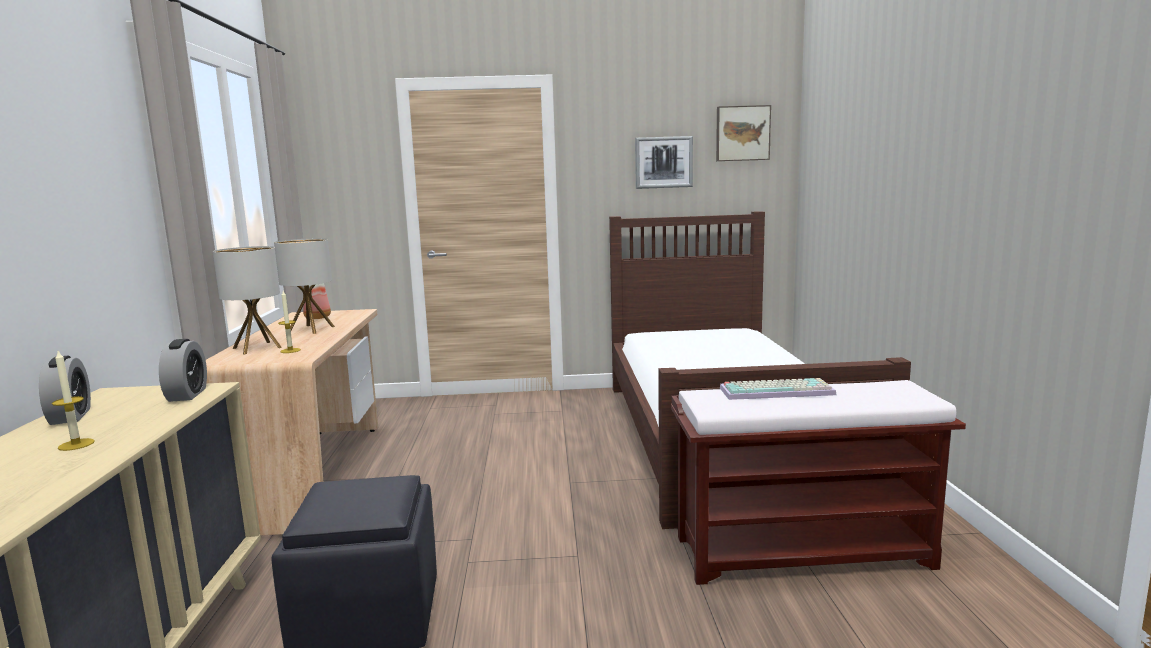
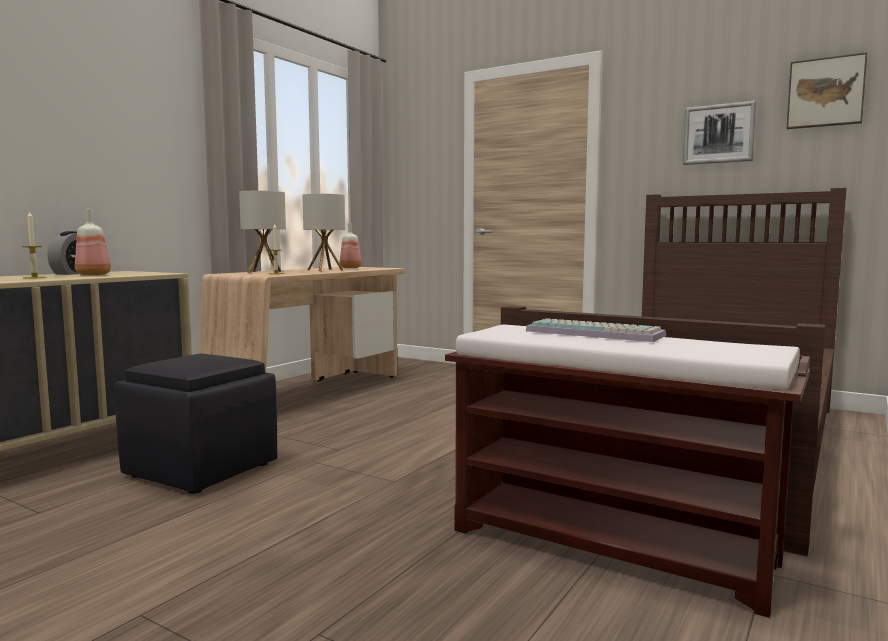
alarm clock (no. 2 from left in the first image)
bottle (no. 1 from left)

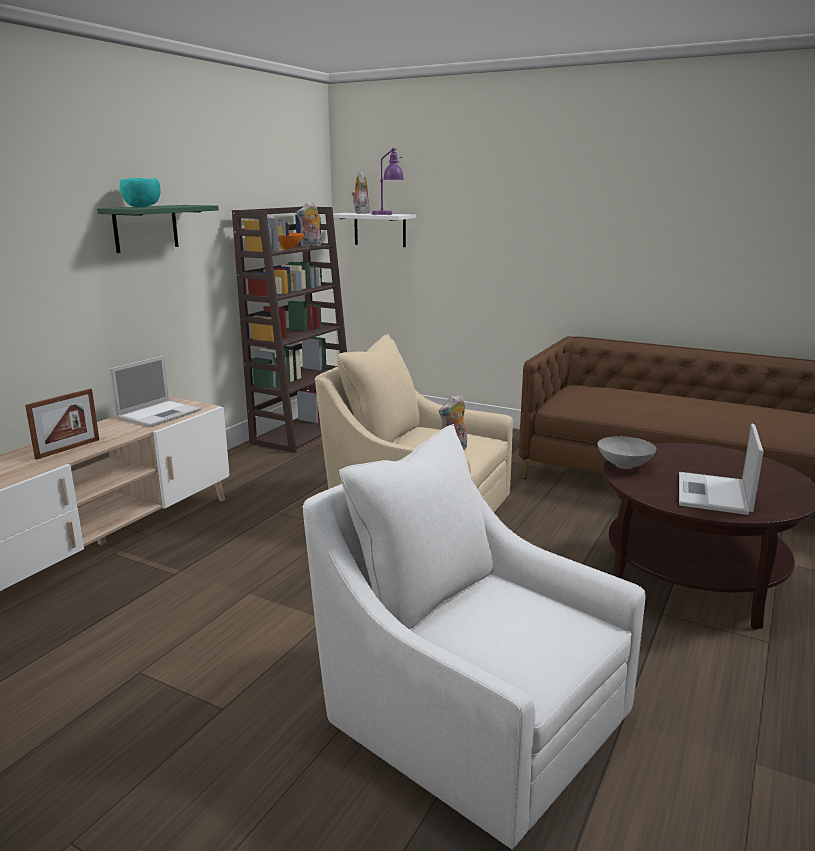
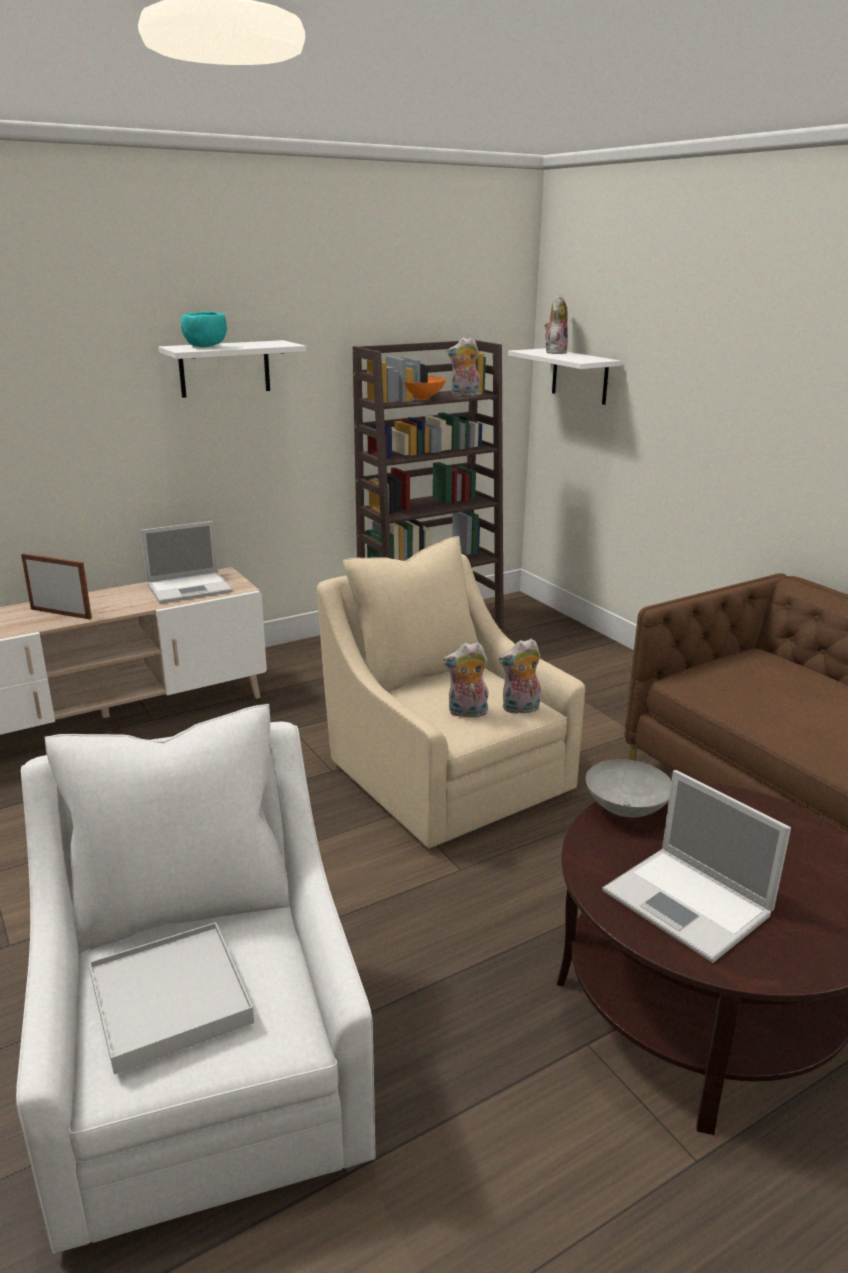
picture frame
shelf in white (no. 1 from left)
table lamp in purple
laptop (no. 2 from left)
tray in white
plush toy (no. 3 from left)

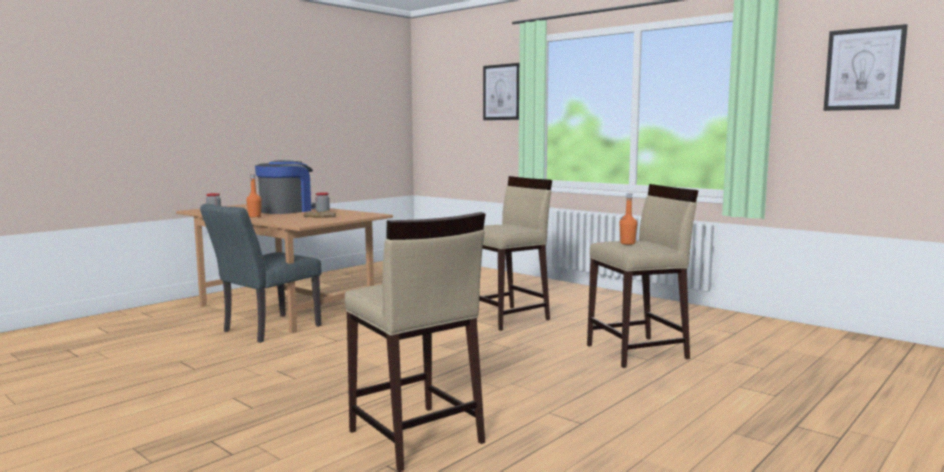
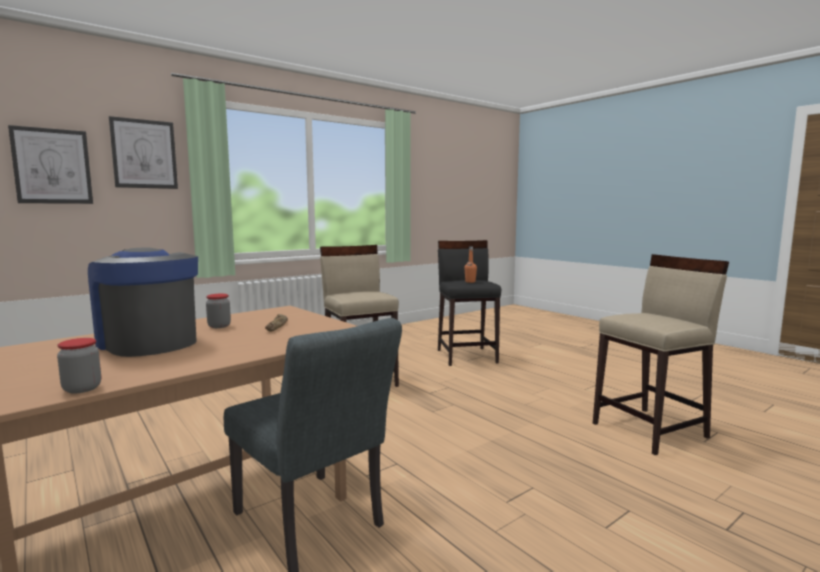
bottle in orange (no. 1 from left in the first image)
stool in black
picture (no. 1 from left)

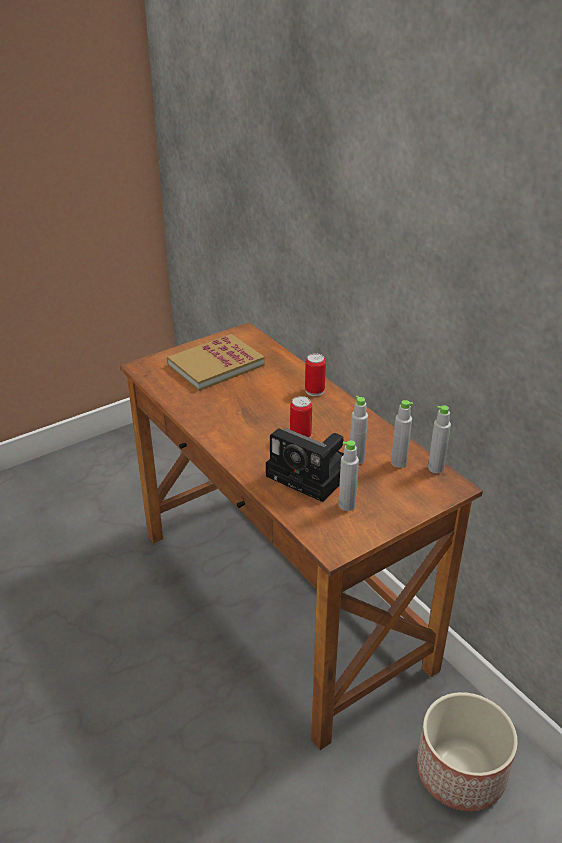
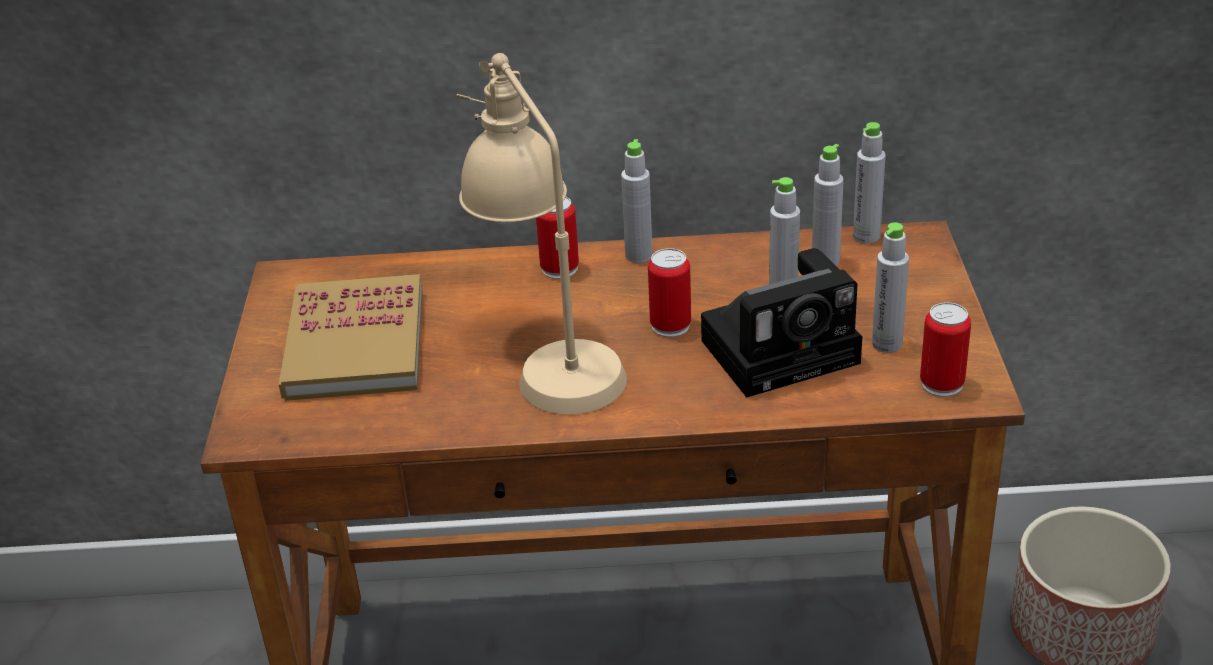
table lamp in beige
bottle in grey (no. 1 from left)
can (no. 3 from left)

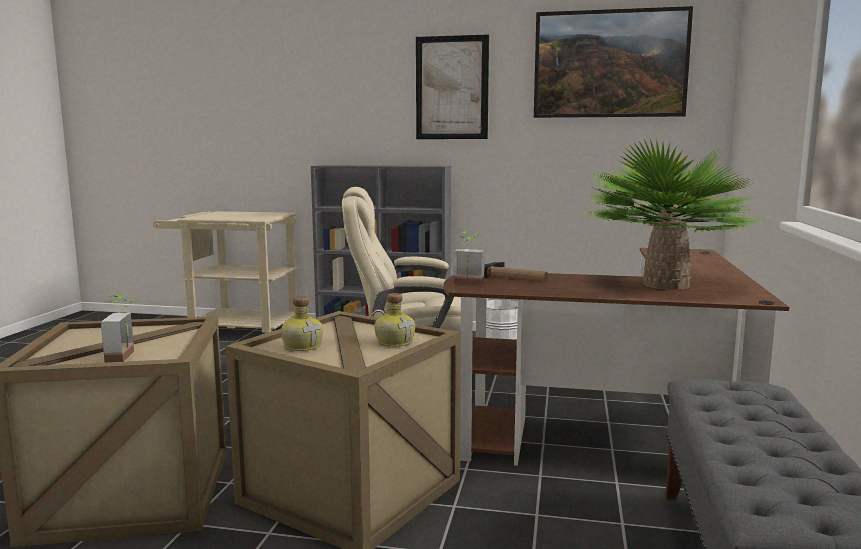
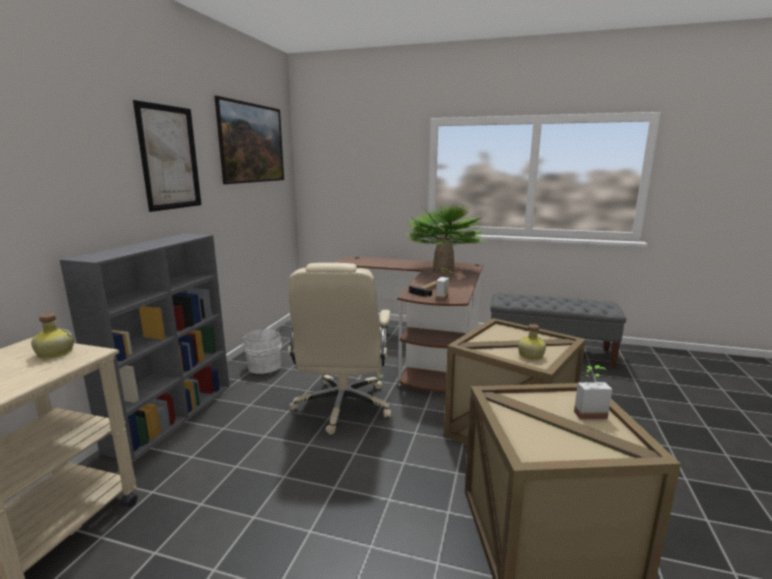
bottle (no. 1 from left)

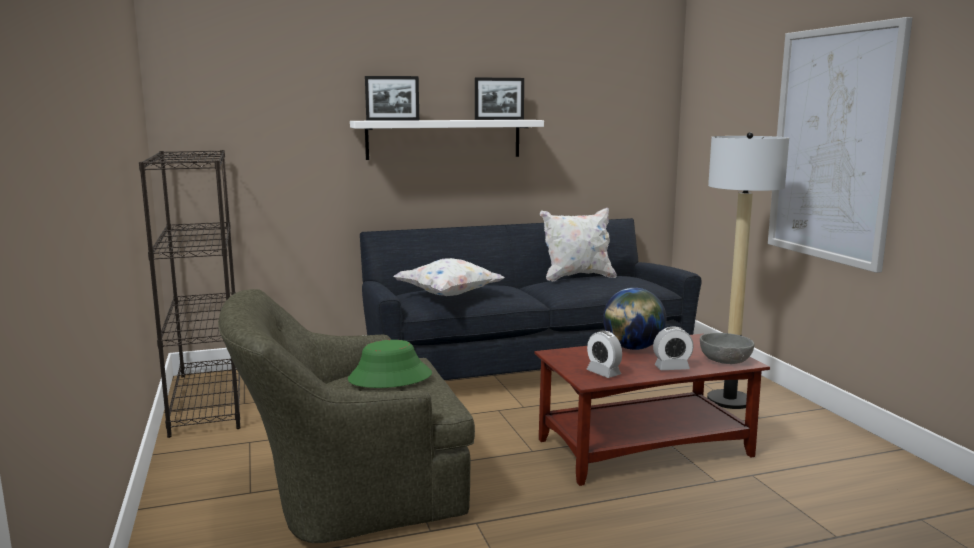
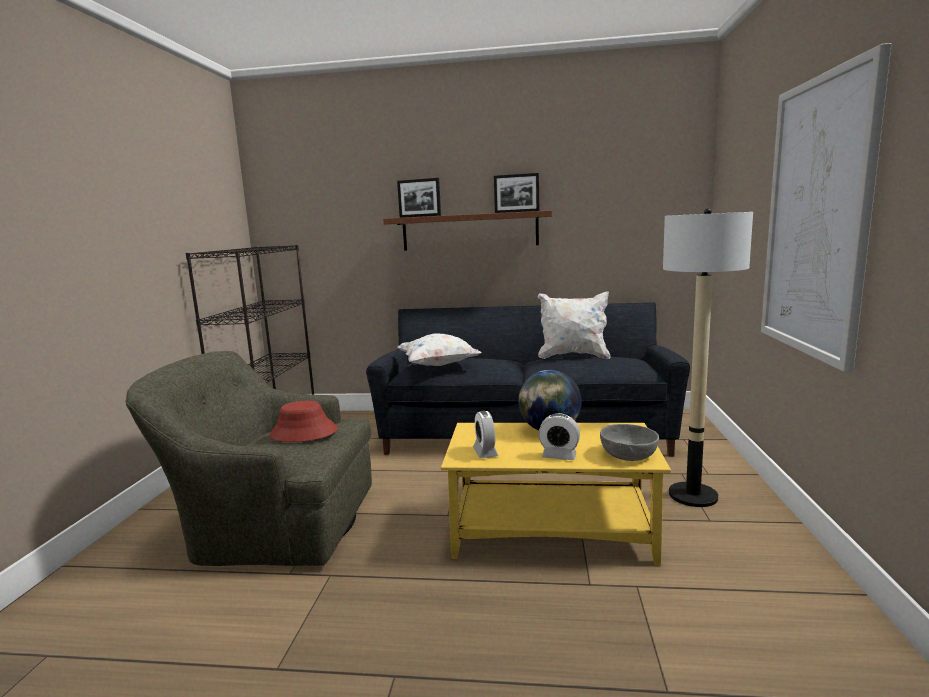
hat in red
shelf in brown
coffee table in yellow

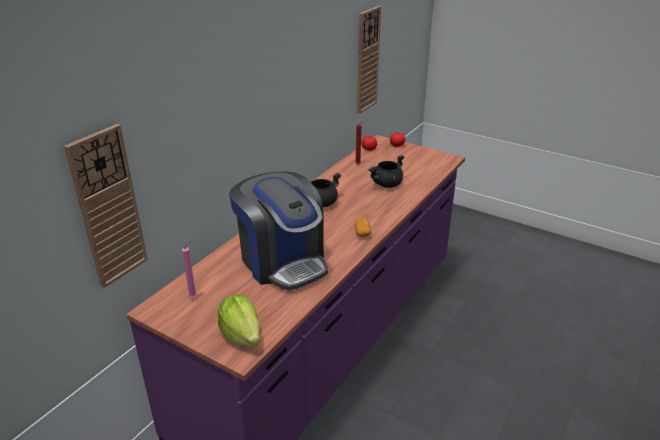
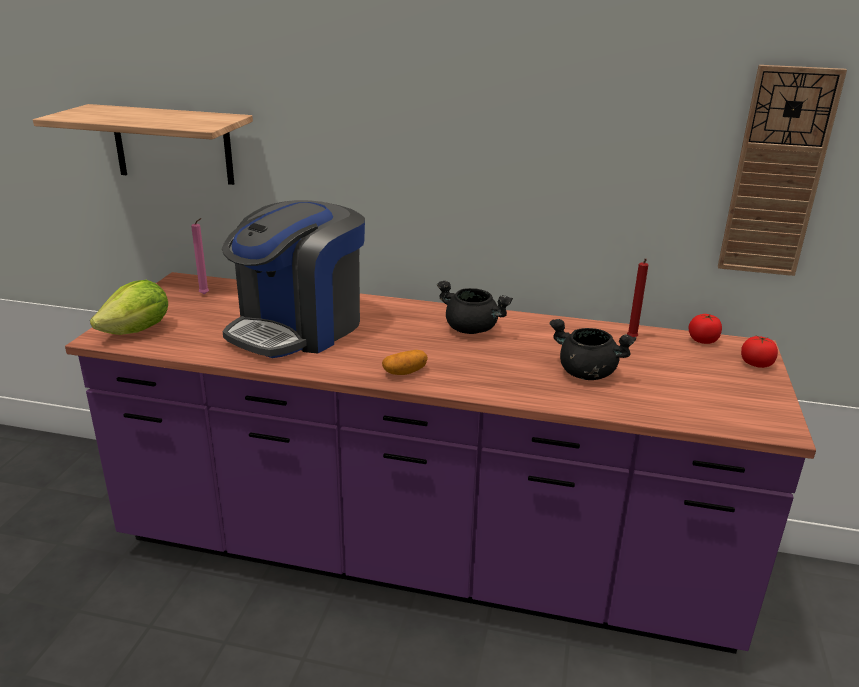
shelf

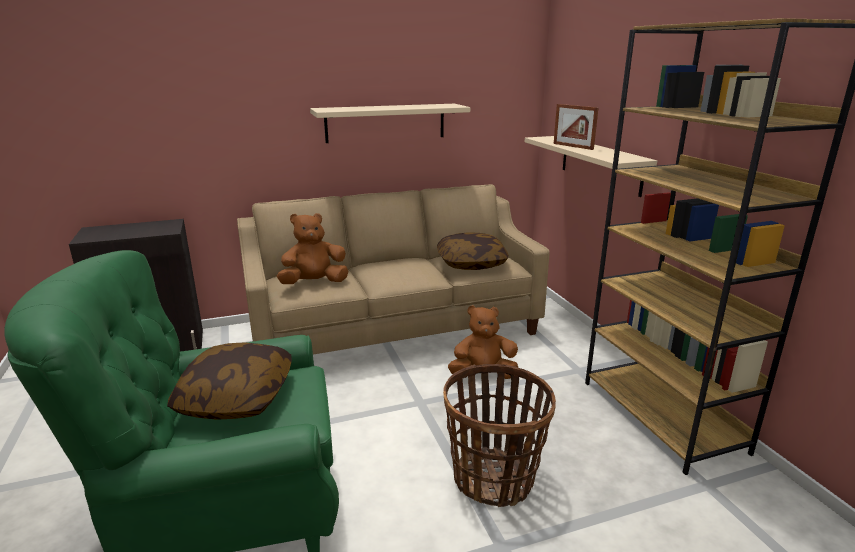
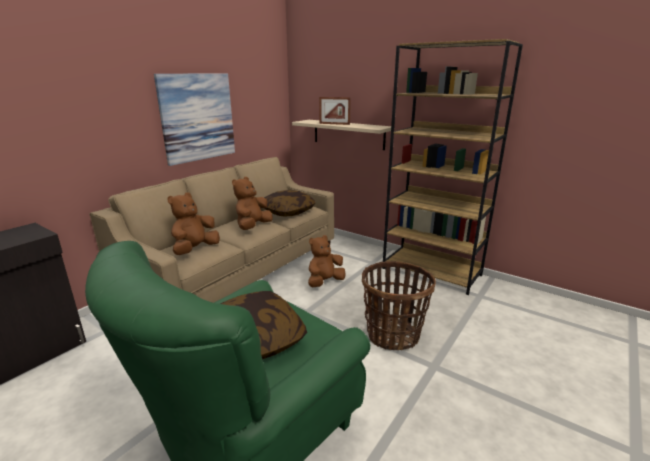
picture
plush toy in brown (no. 2 from left)

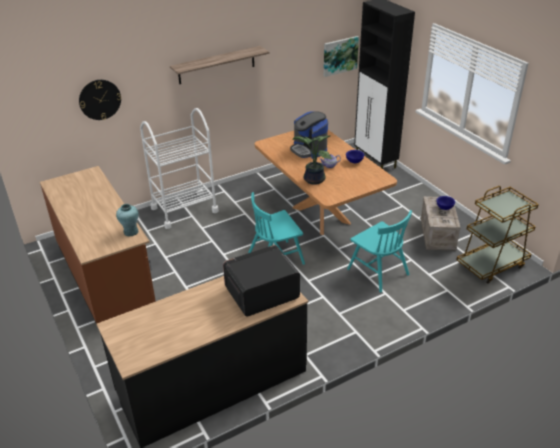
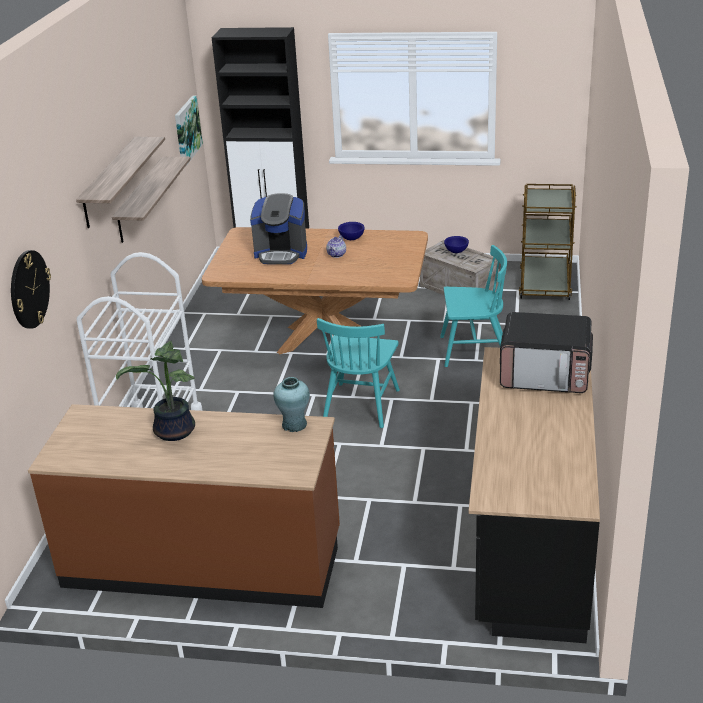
microwave
potted plant
shelf (no. 2 from left)

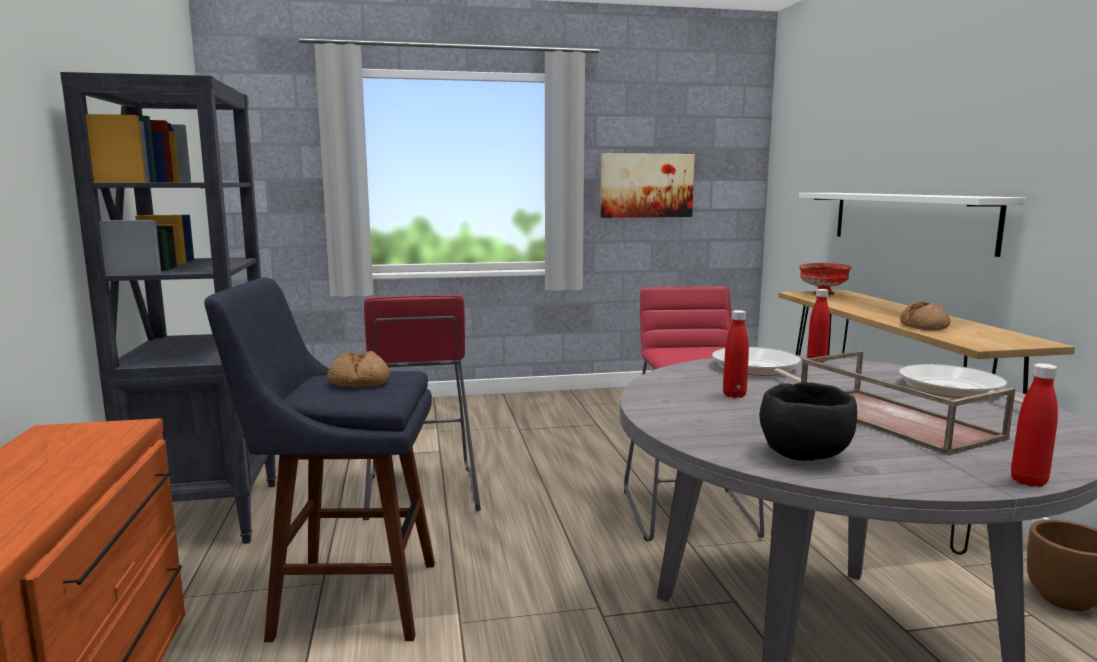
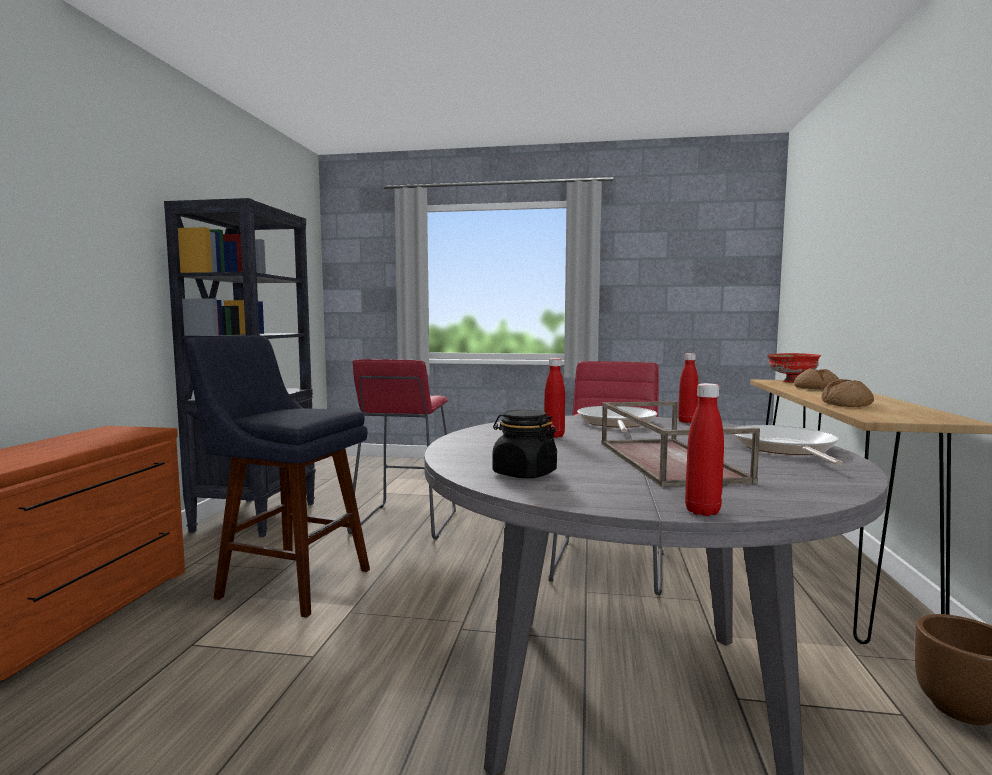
bread (no. 1 from left)
picture
jar in black
shelf in white

